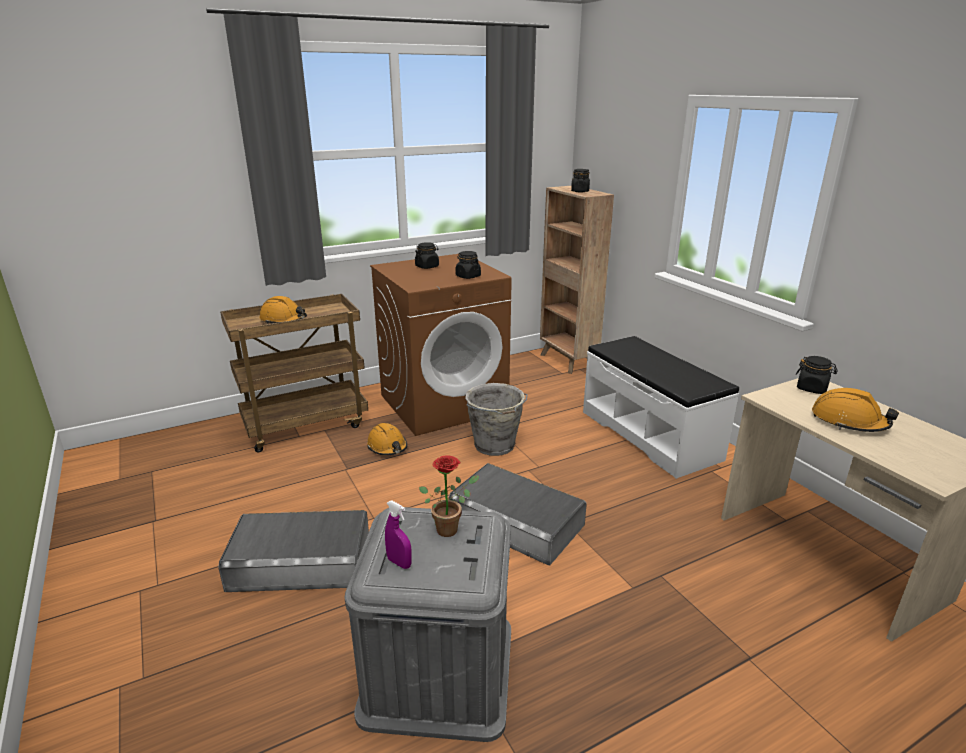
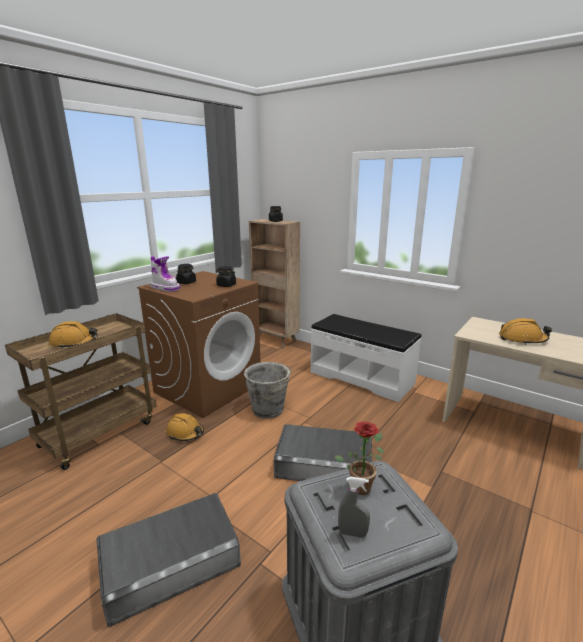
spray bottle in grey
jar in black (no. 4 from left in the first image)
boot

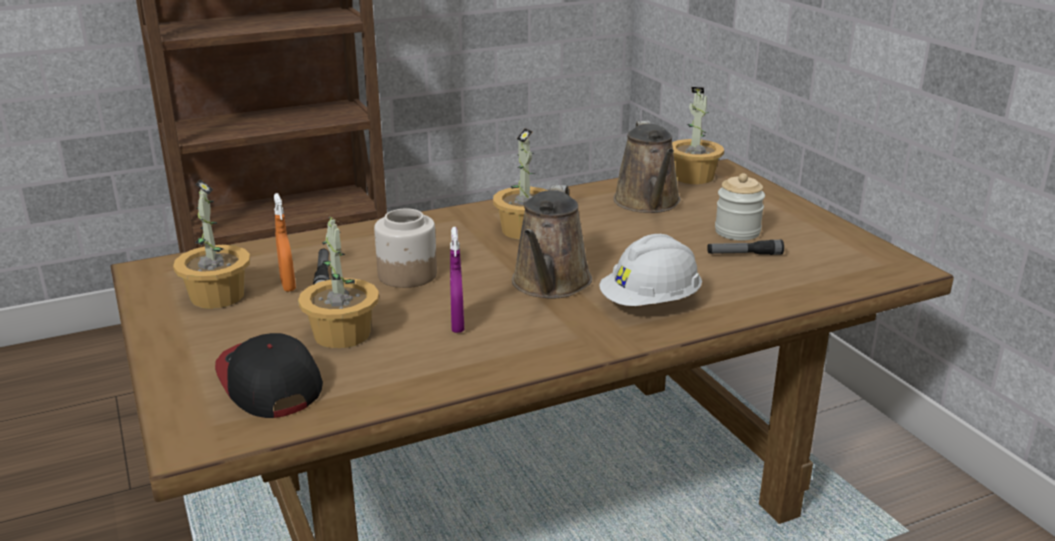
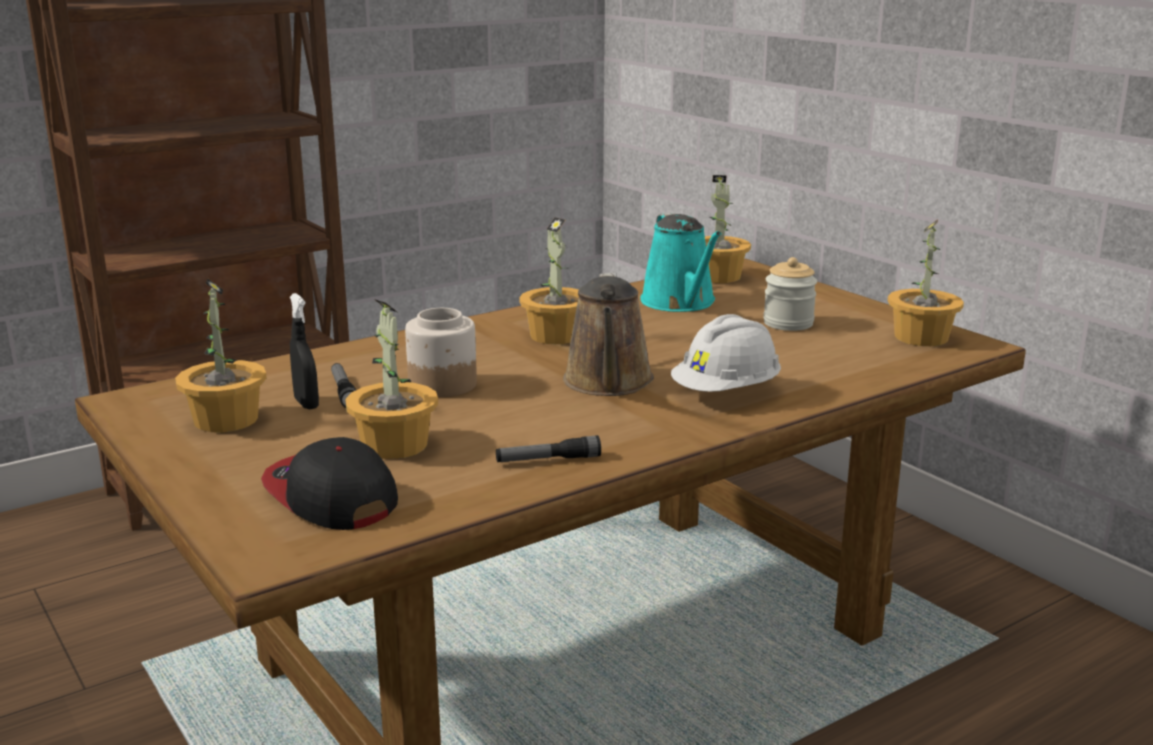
spray bottle in black
spray bottle in purple
watering can in turquoise
flashlight (no. 2 from left)
potted plant (no. 5 from left)

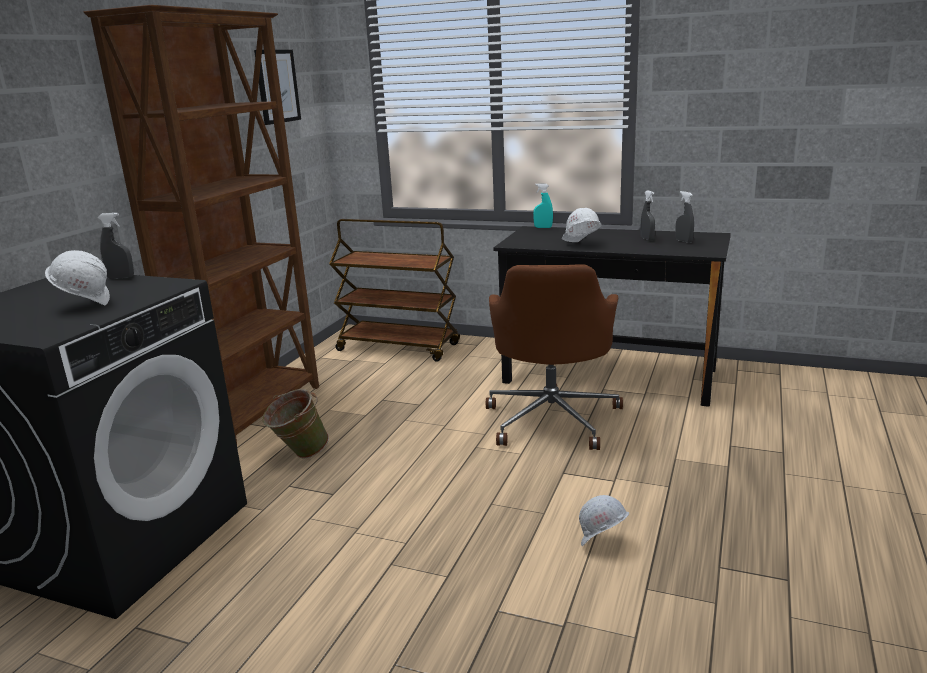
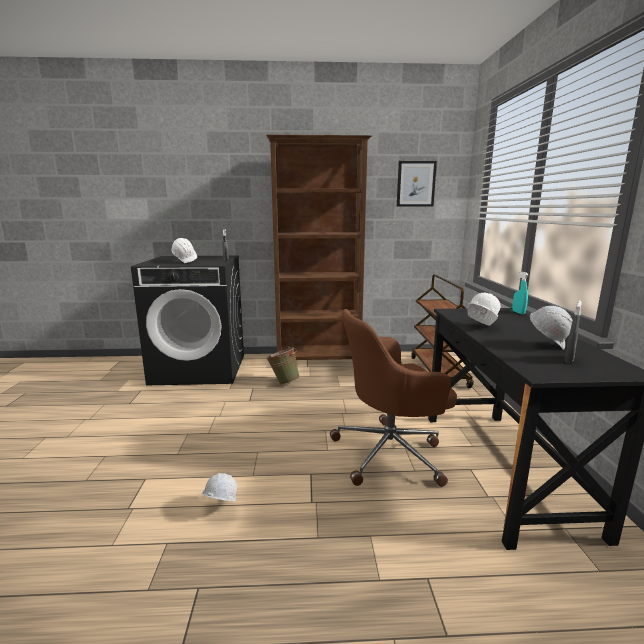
hard hat in white (no. 4 from left)

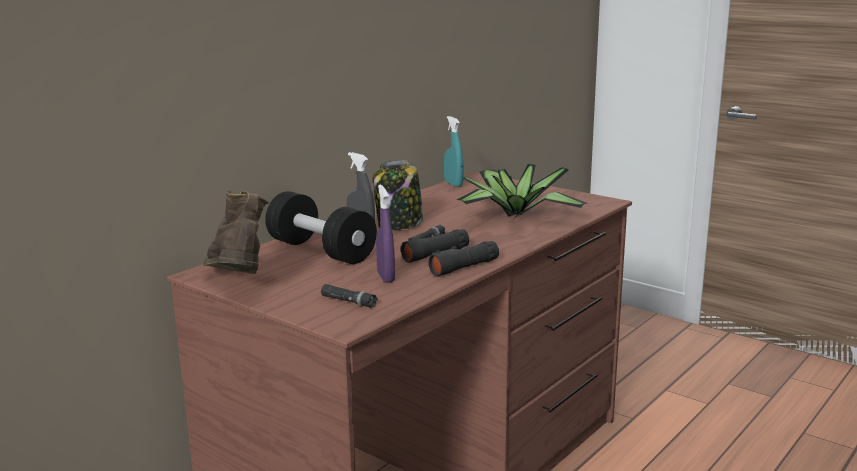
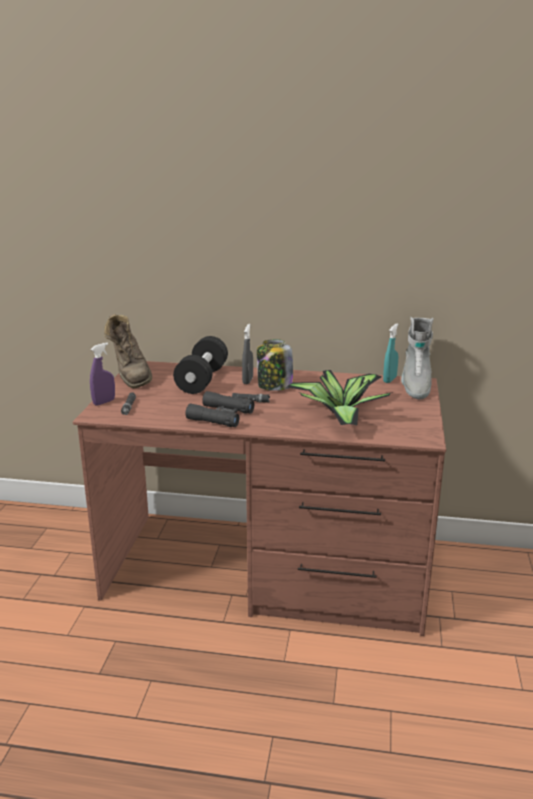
boot in brown
spray bottle in purple
boot in grey

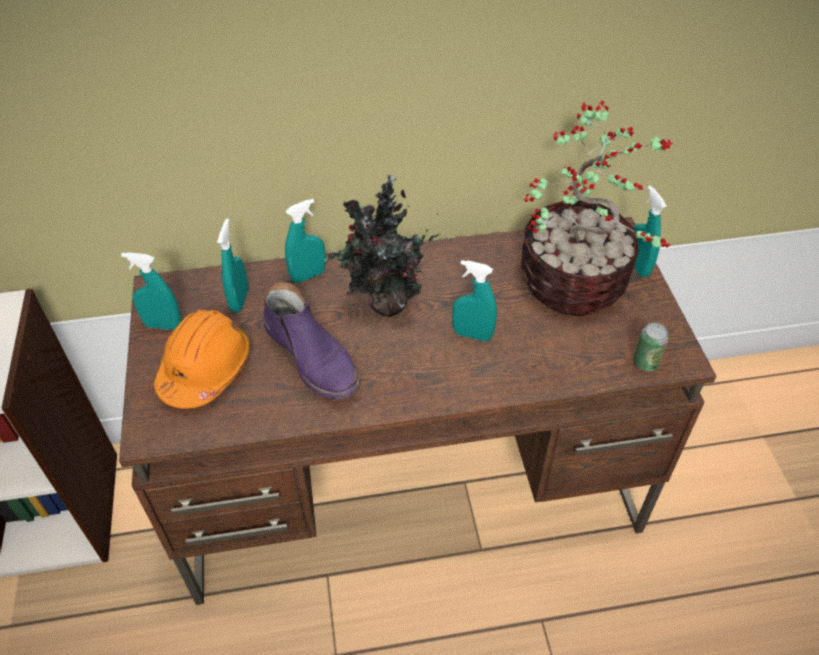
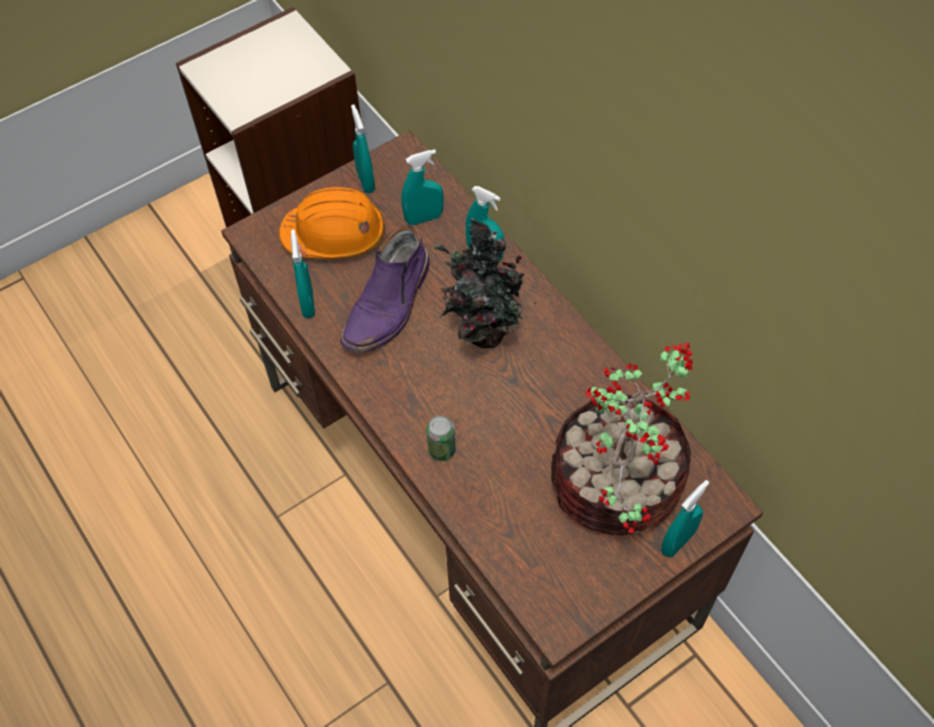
spray bottle in turquoise (no. 1 from left)
can

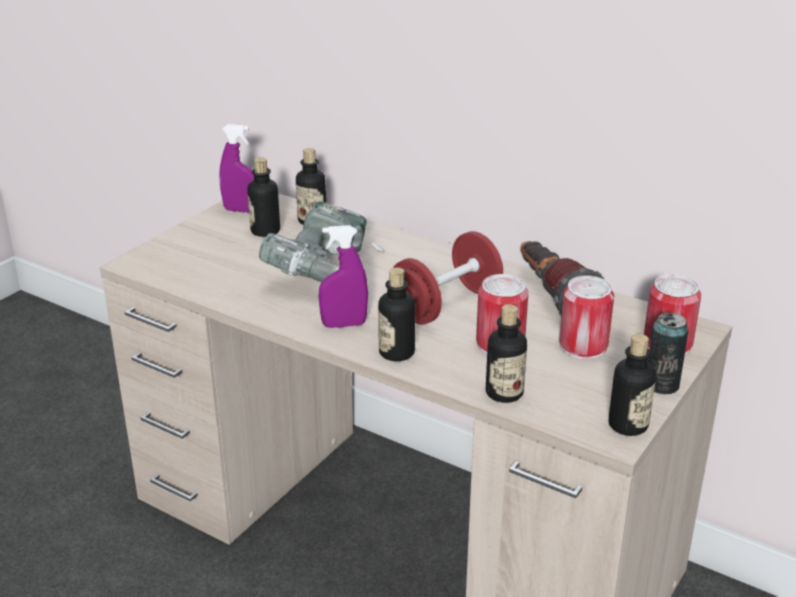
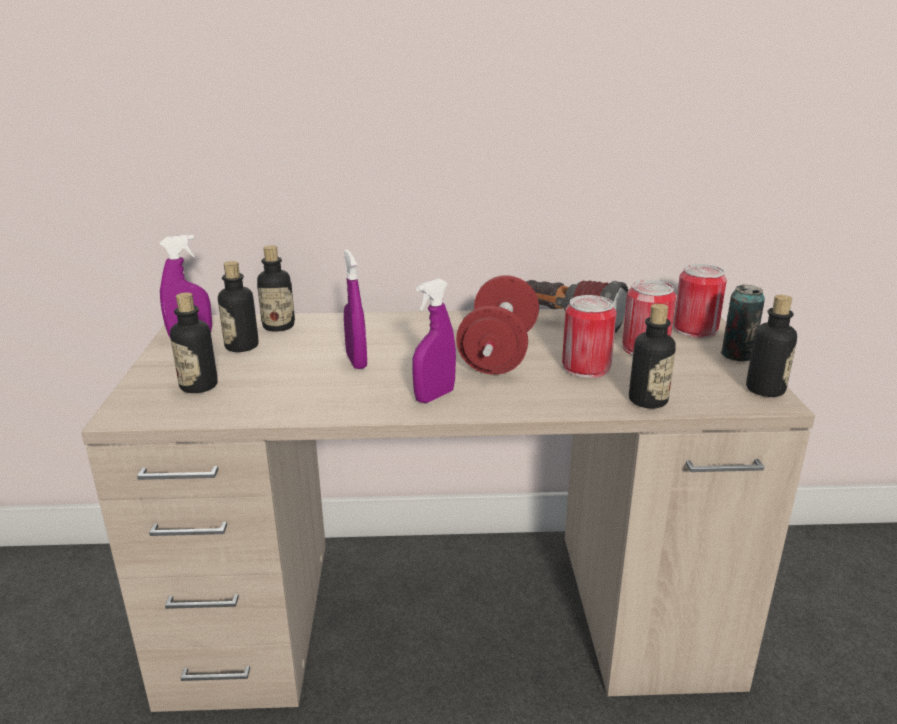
spray bottle in purple (no. 2 from left)
bottle (no. 1 from left)

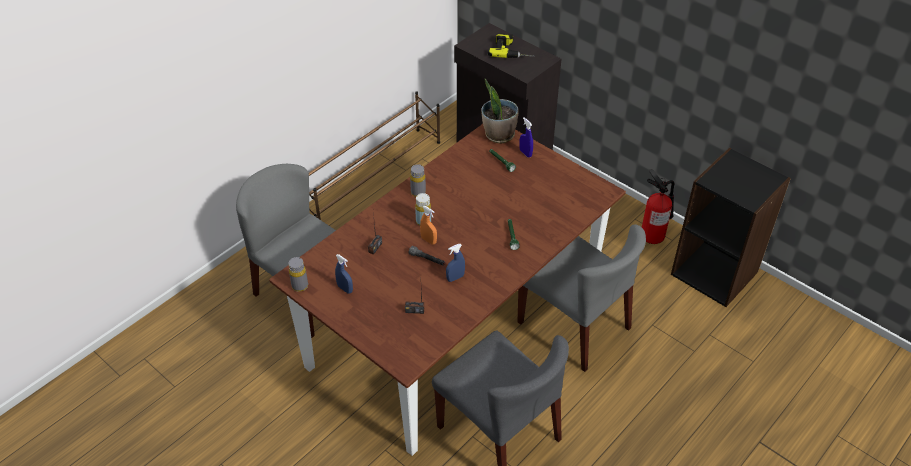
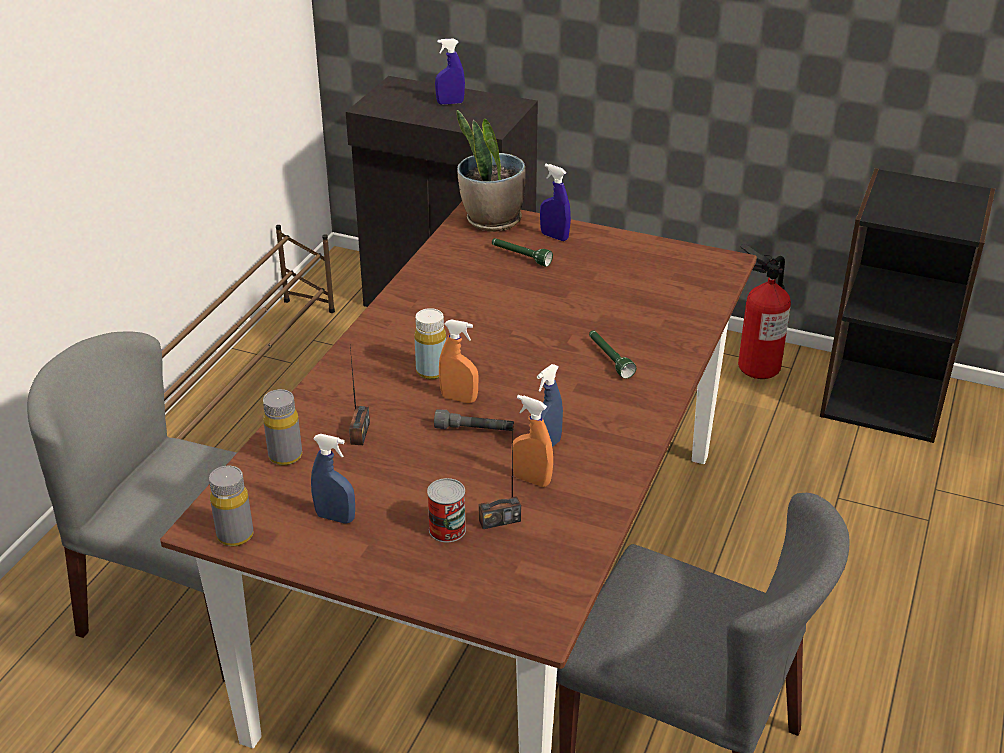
bottle in grey (no. 2 from left)
spray bottle in blue (no. 2 from left)
chair in grey (no. 3 from left in the first image)
can
spray bottle in orange (no. 2 from left)

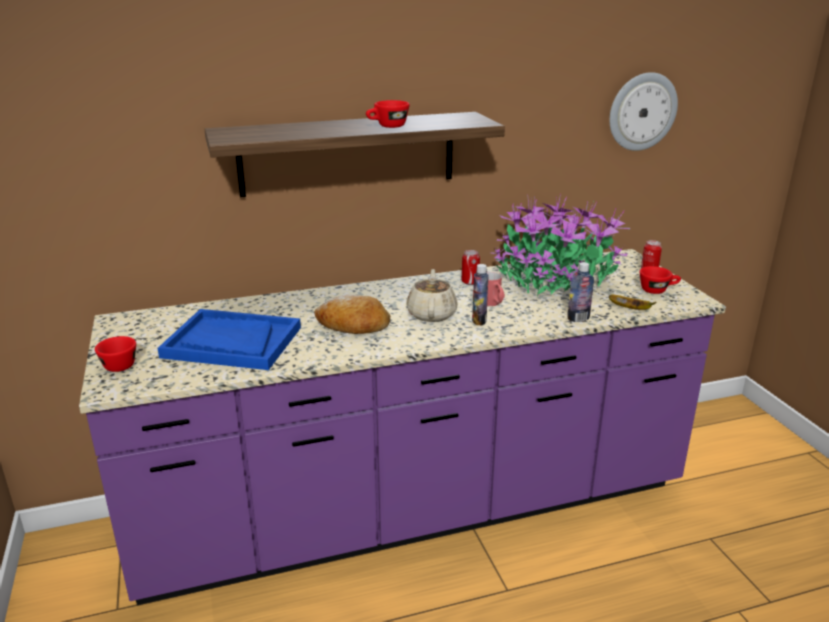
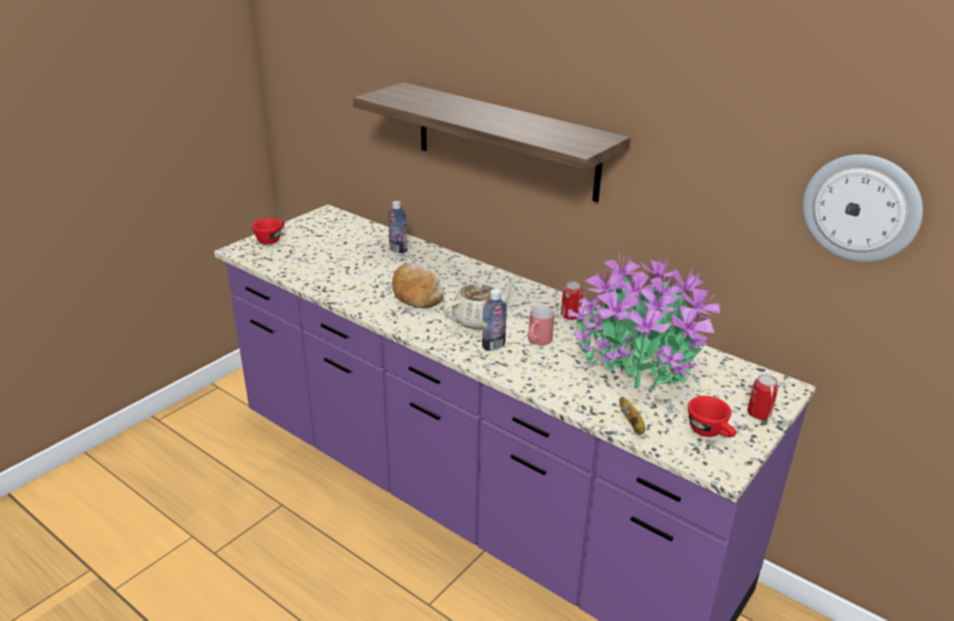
tray in blue
cup in red (no. 2 from left in the first image)
bottle (no. 1 from left)

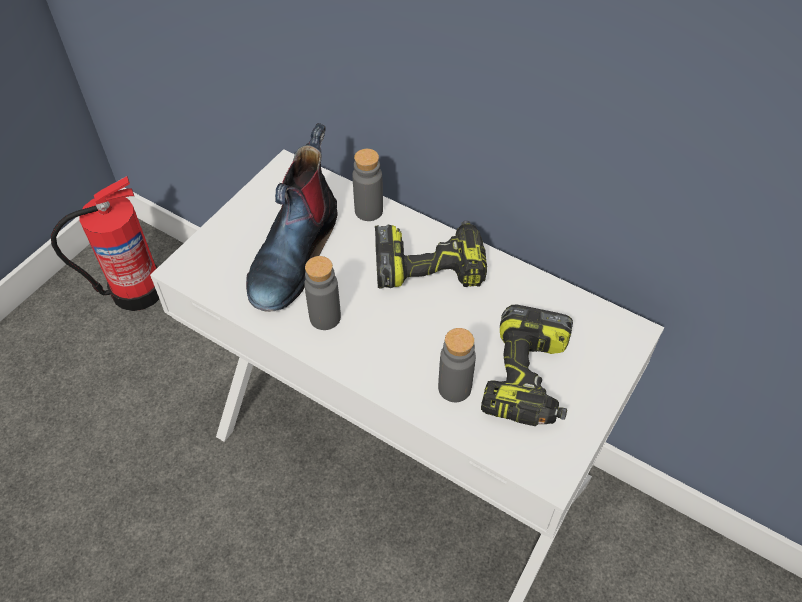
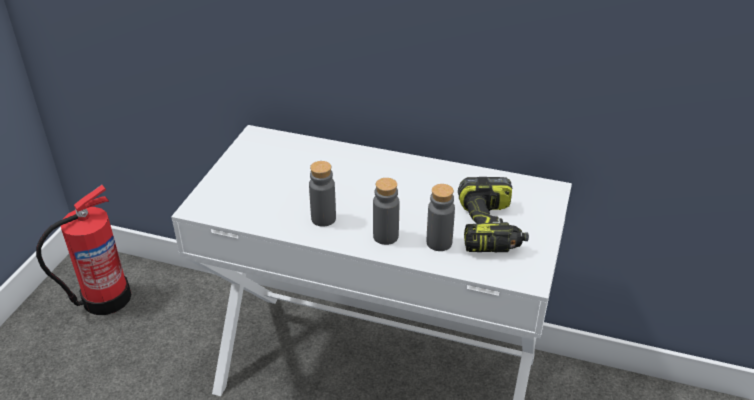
boot
bottle in grey (no. 2 from left)
power drill (no. 1 from left in the first image)

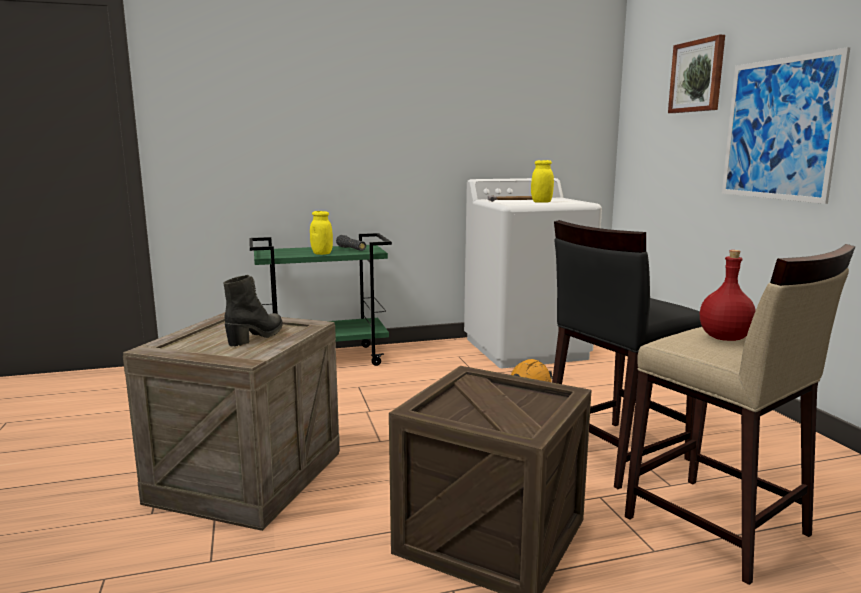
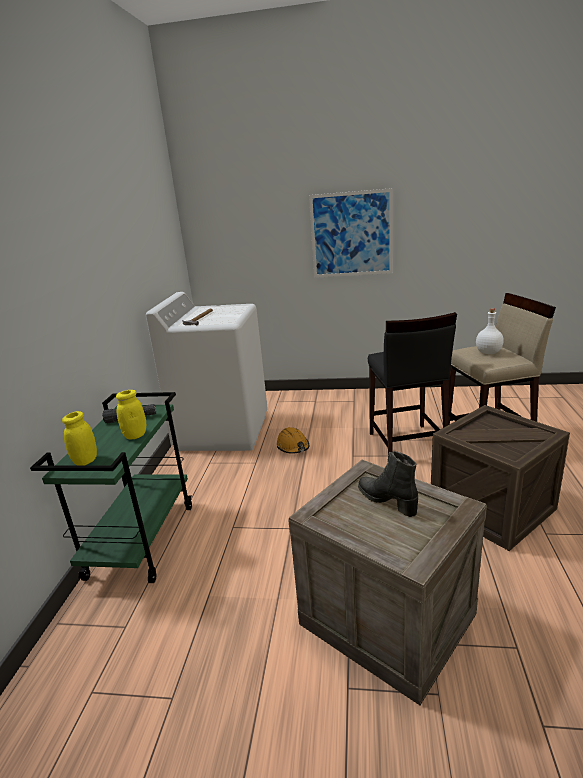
jar in yellow (no. 1 from left)
picture (no. 1 from left in the first image)
bottle in white

